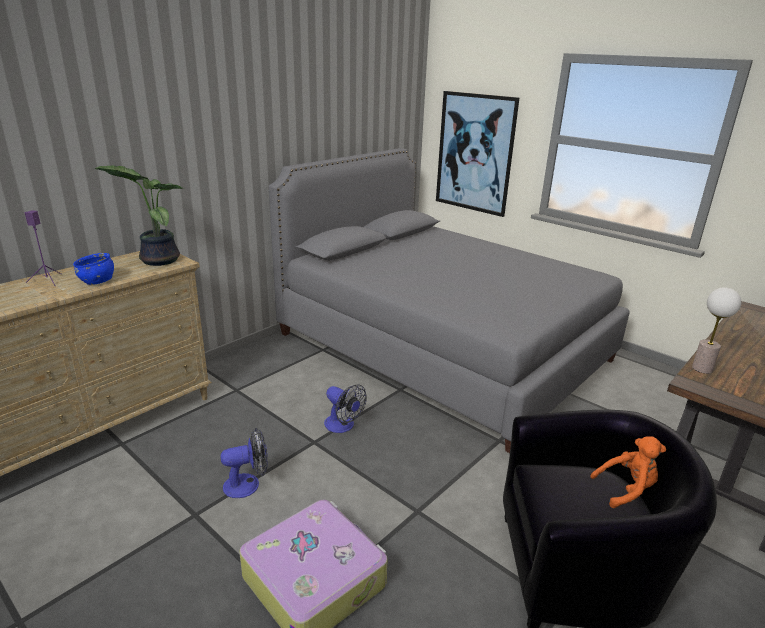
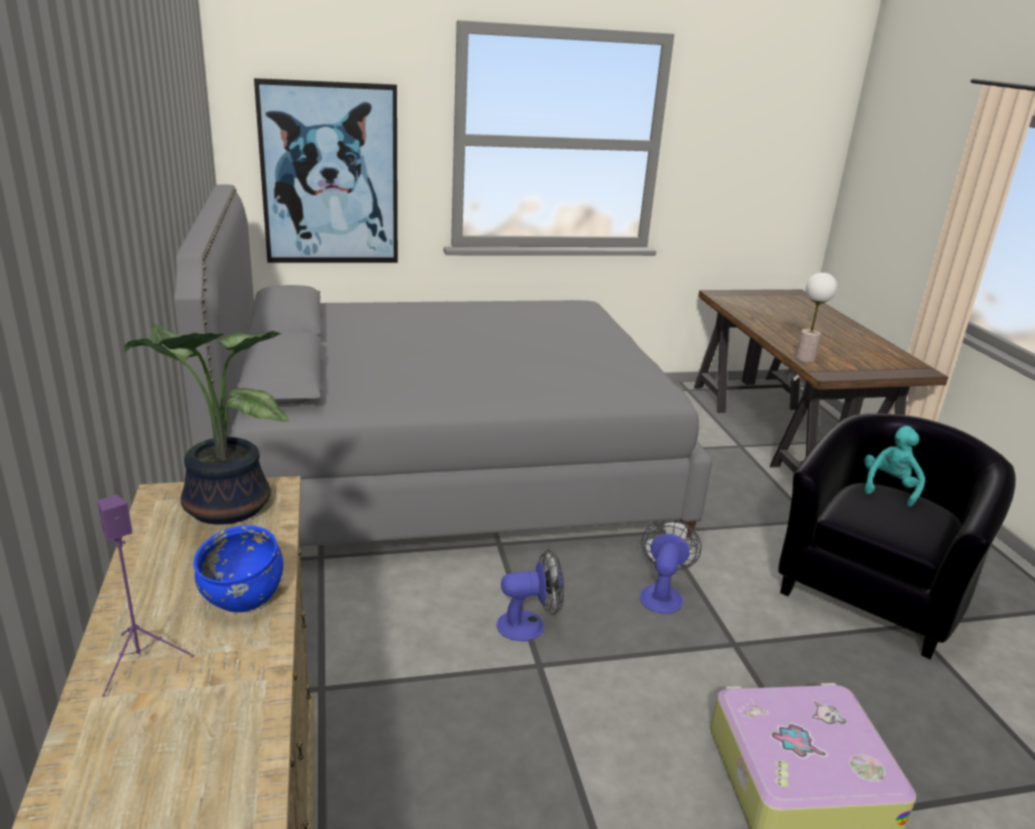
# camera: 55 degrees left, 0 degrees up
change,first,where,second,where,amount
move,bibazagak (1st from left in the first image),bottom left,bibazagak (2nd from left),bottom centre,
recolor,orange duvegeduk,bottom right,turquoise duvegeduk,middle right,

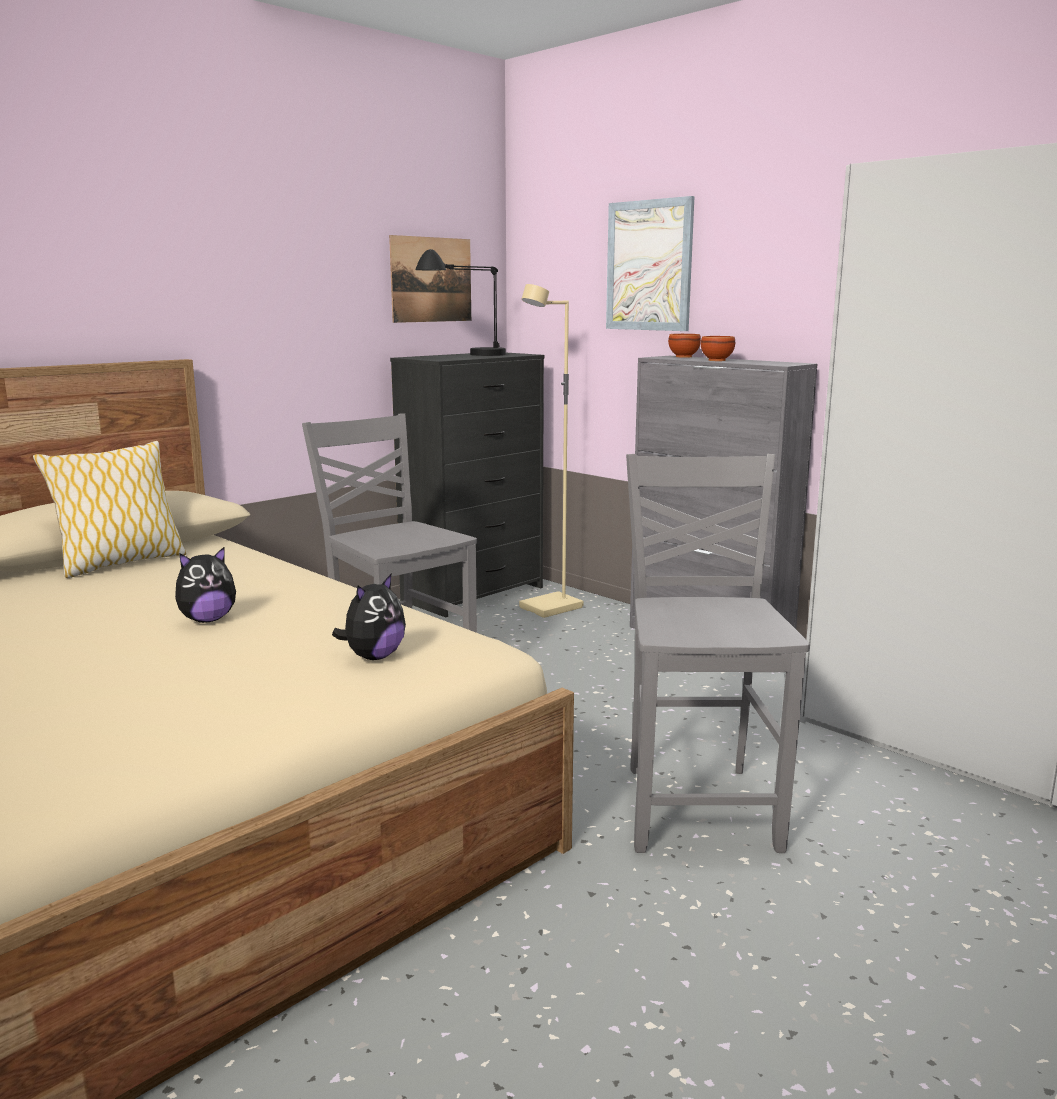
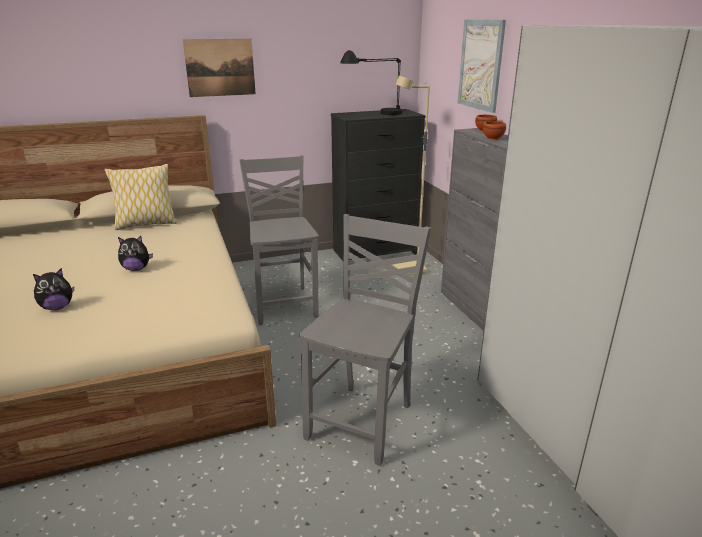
# camera: 25 degrees right, 10 degrees up
change,first,where,second,where,amount
move,duvegeduk (2nd from left in the first image),centre,duvegeduk (1st from left),middle left,
move,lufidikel (1st from left),top centre,,top left,

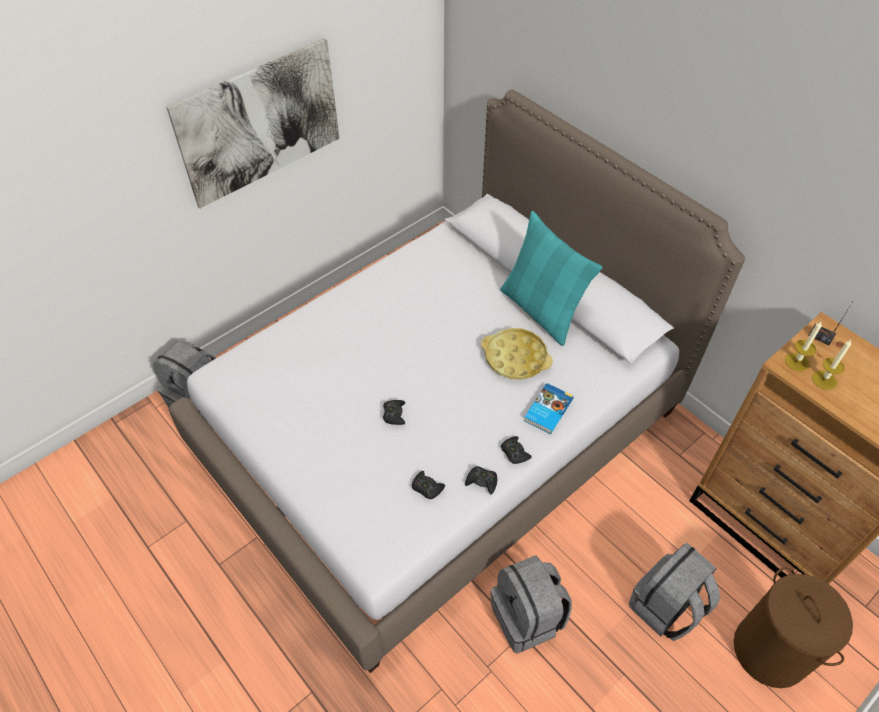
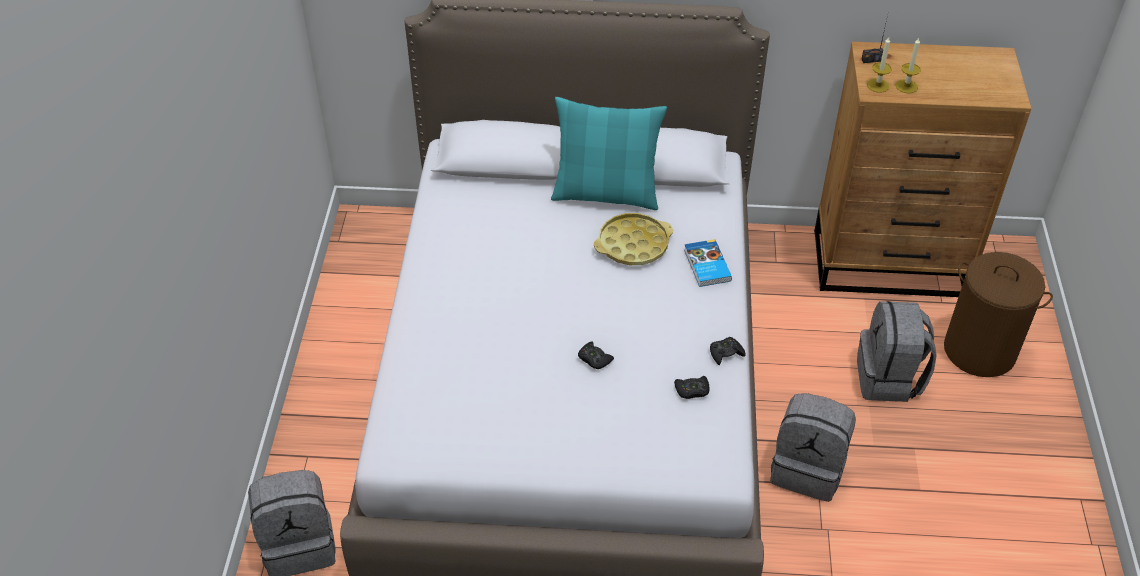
# camera: 45 degrees left, 5 degrees down
change,first,where,second,where,amount
delete,lufidikel,top left,,,
delete,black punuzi (4th from left),centre,,,

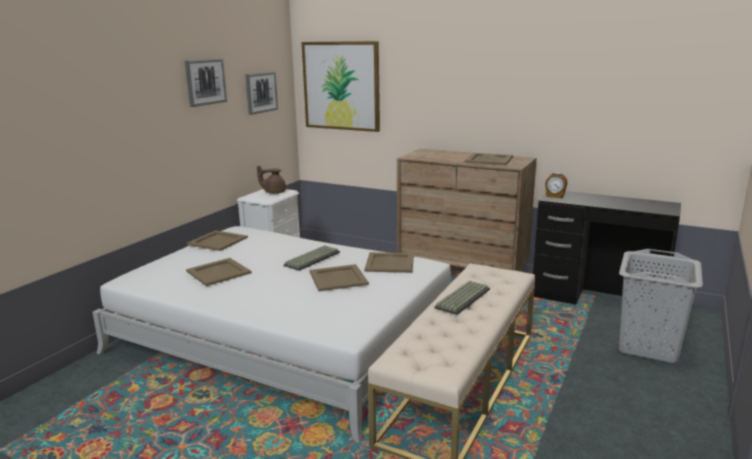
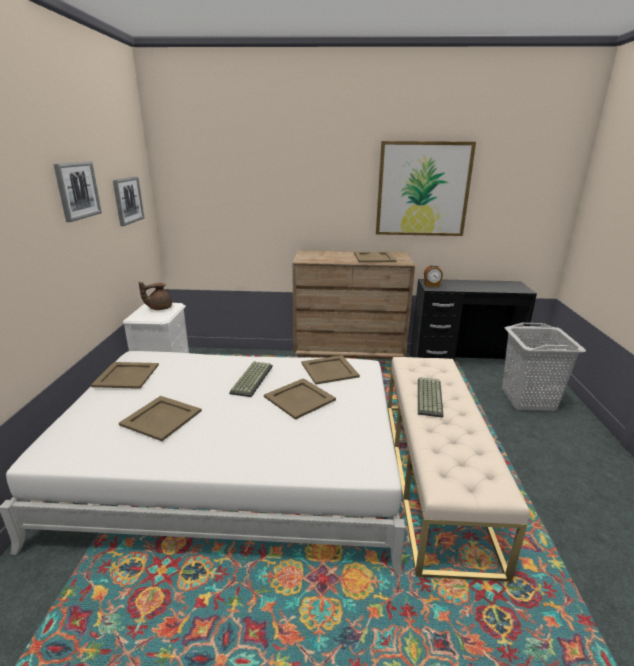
# camera: 25 degrees left, 5 degrees up
change,first,where,second,where,amount
move,lufidikel (3rd from left),top centre,,top right,

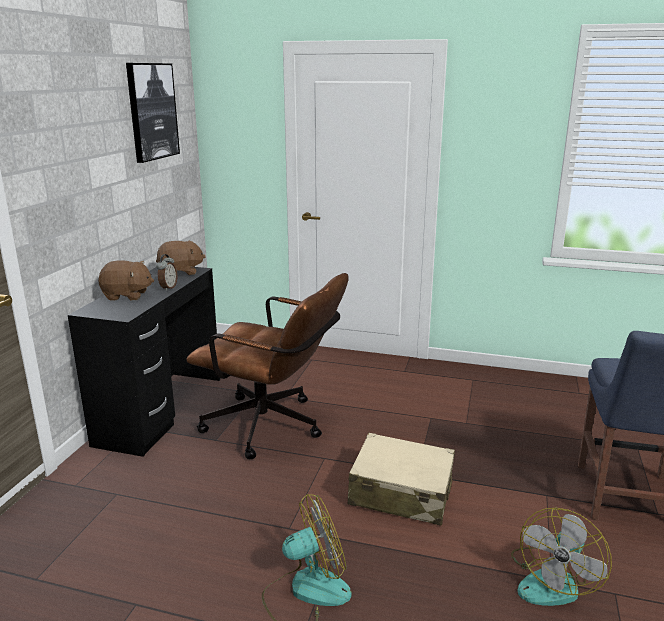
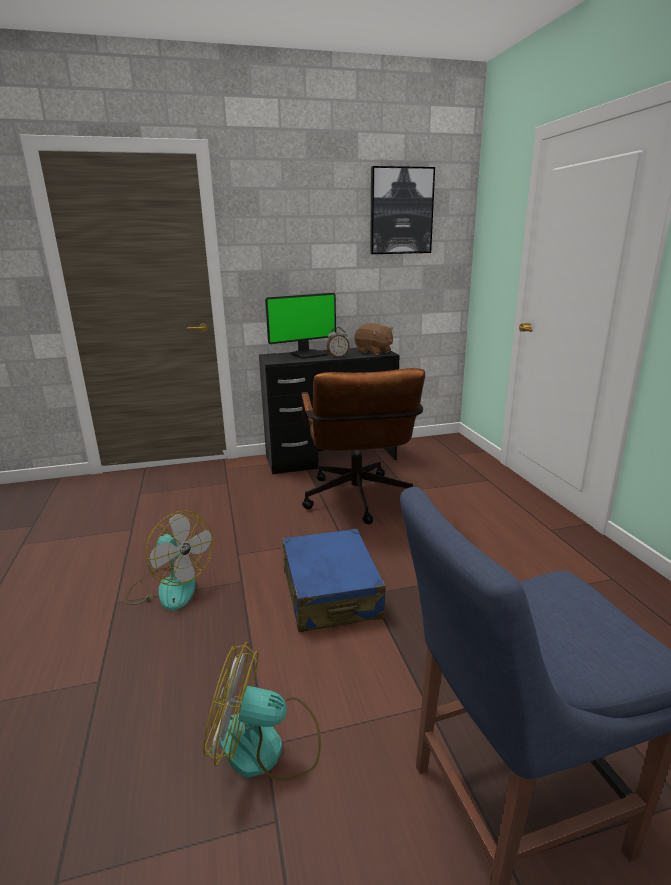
# camera: 60 degrees right, 0 degrees up
change,first,where,second,where,amount
replace,brown duvegeduk (1st from left),middle left,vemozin,centre,
recolor,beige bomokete,bottom centre,blue bomokete,centre,

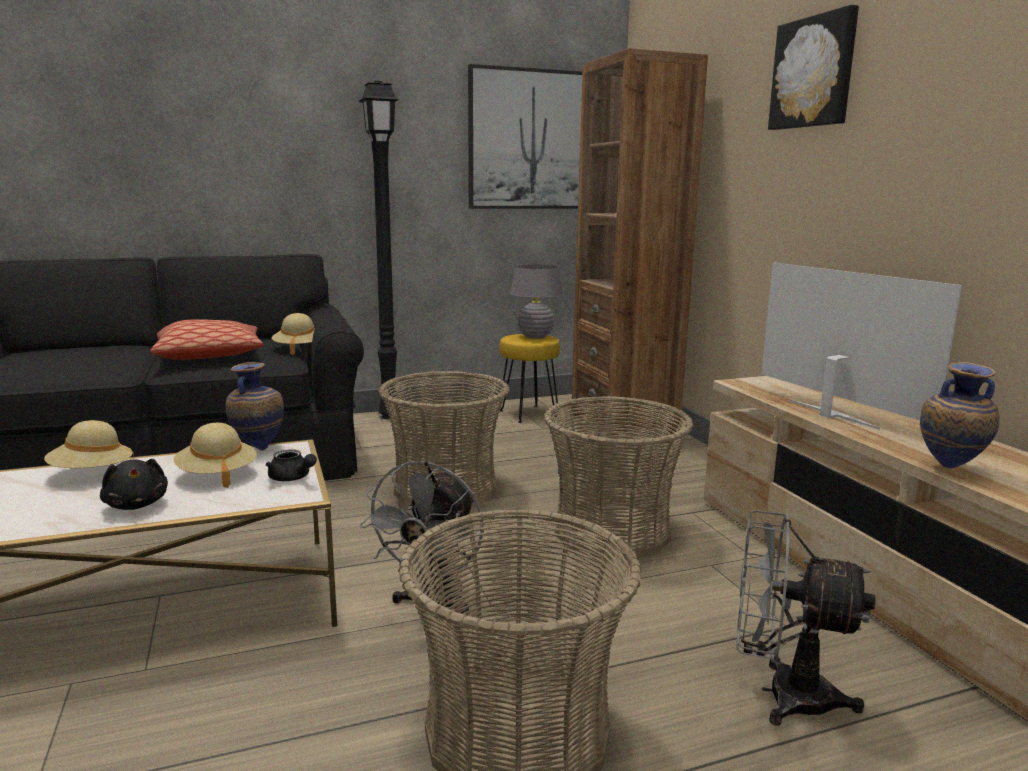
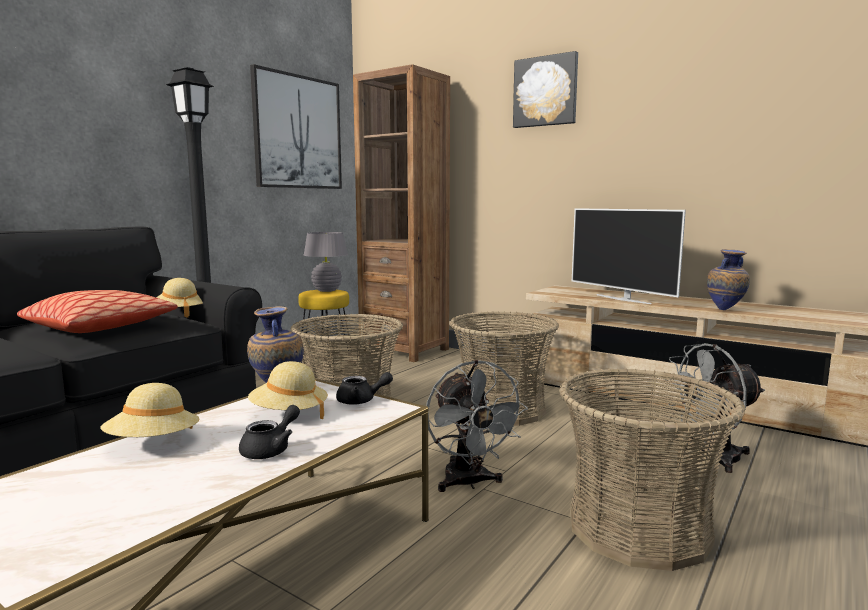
# camera: 35 degrees left, 5 degrees down
change,first,where,second,where,amount
replace,black duvegeduk,middle left,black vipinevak (1st from left),bottom left,
rotate,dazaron,middle right,,middle right,150 degrees counterclockwise

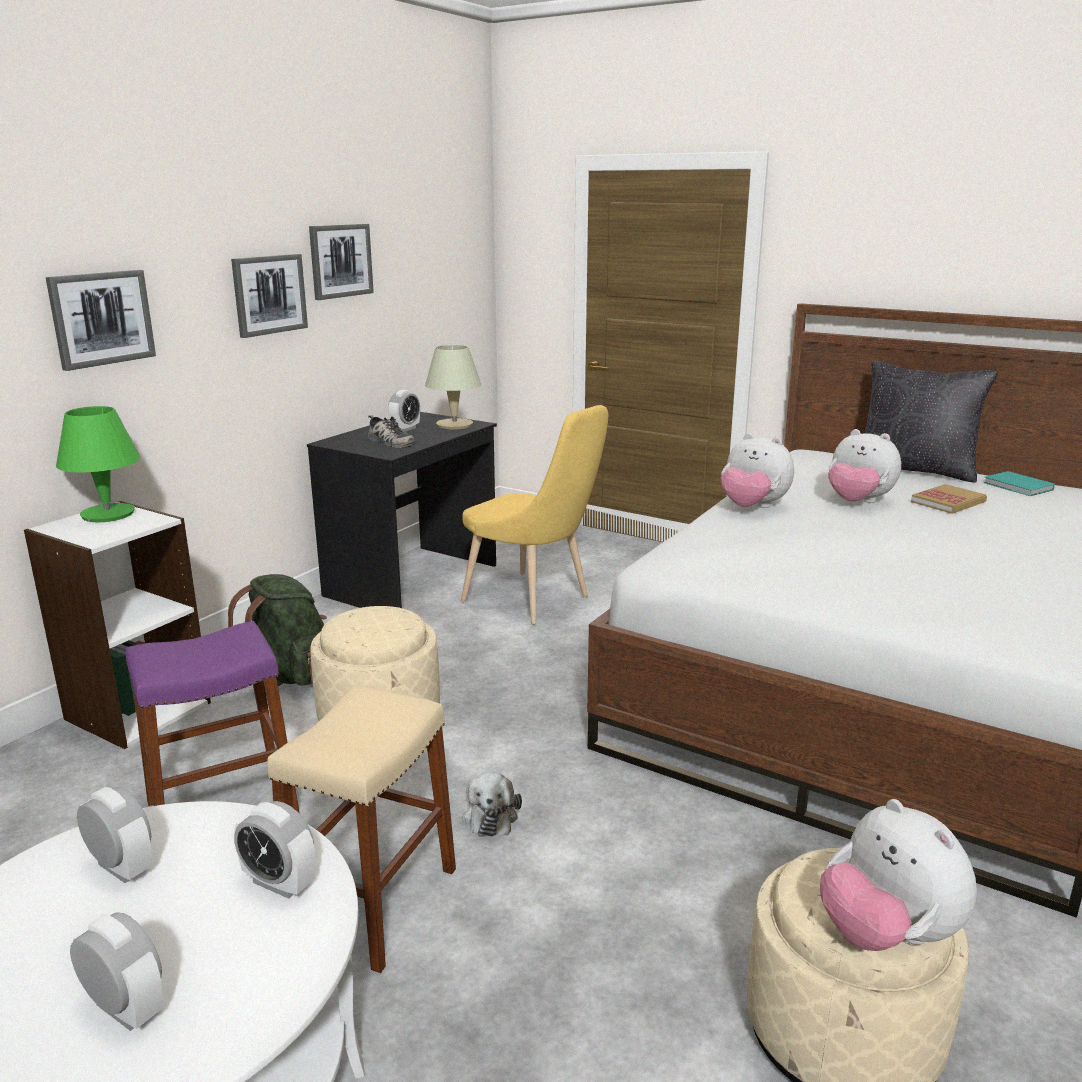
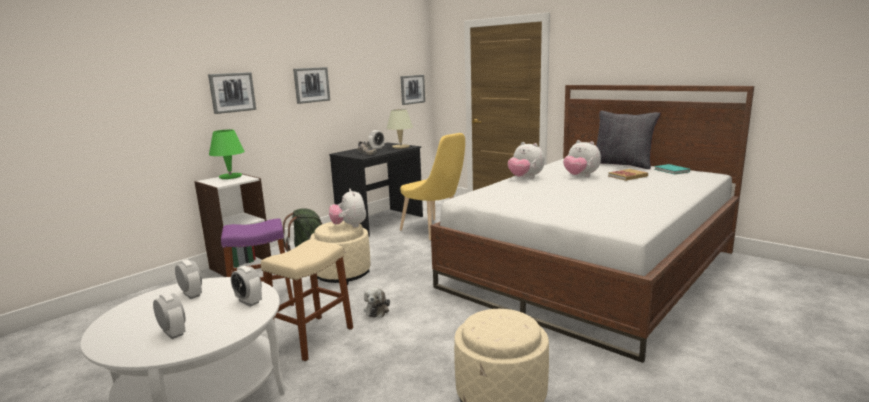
# camera: 10 degrees right, 5 degrees down
change,first,where,second,where,amount
move,lufidikel (3rd from left),top left,,top centre,
move,duvegeduk (4th from left in the first image),bottom right,duvegeduk (1st from left),centre,

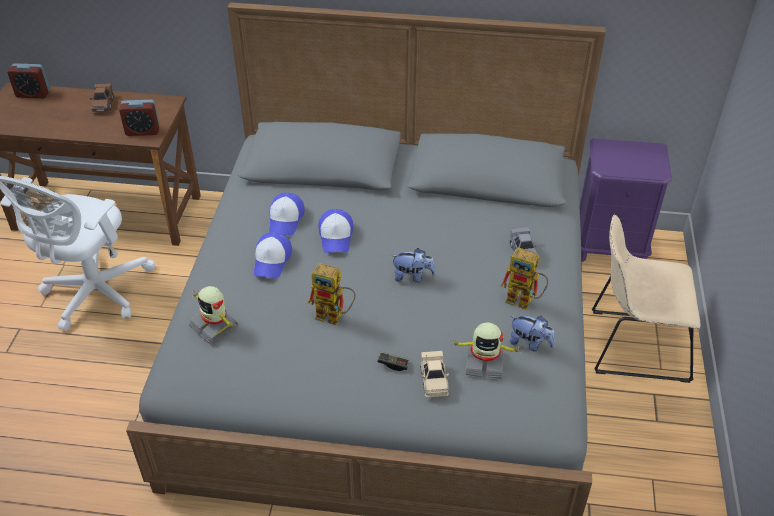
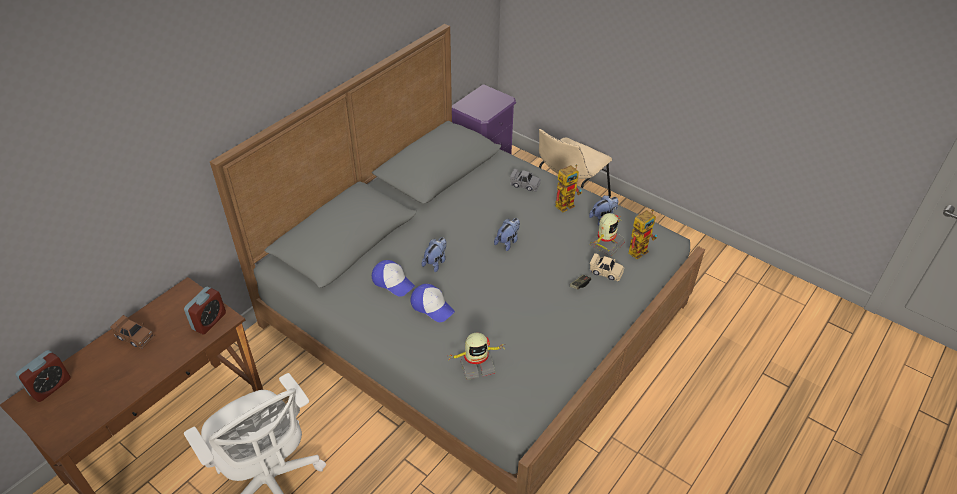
# camera: 60 degrees left, 0 degrees up
change,first,where,second,where,amount
move,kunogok (2nd from left in the first image),centre,kunogok (4th from left),middle right,
replace,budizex (3rd from left),centre,duvegeduk (1st from left),centre,

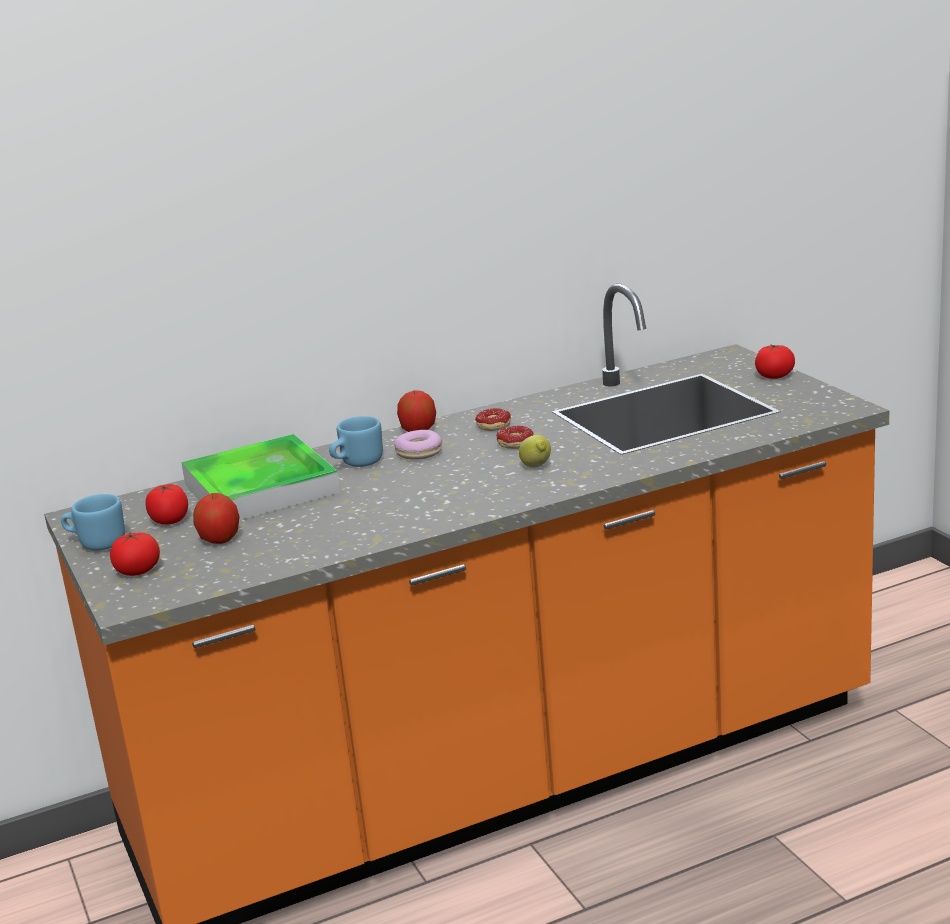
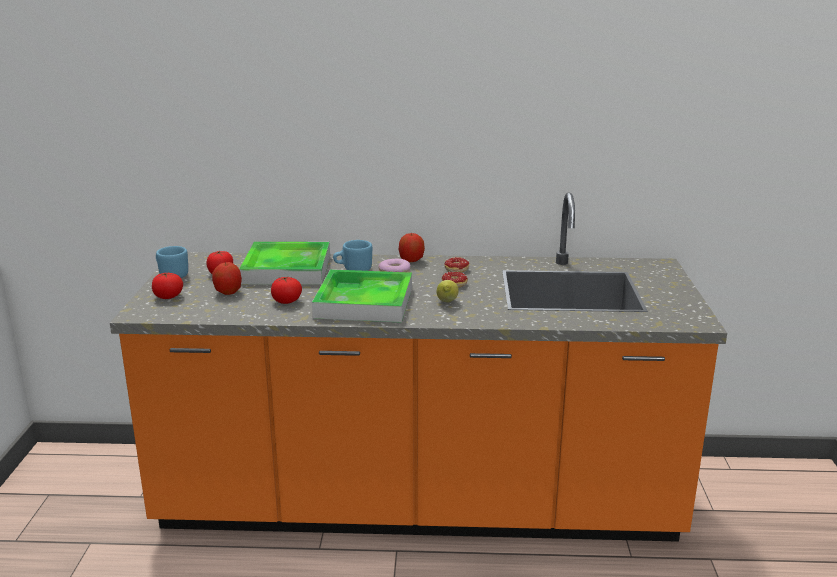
# camera: 25 degrees right, 0 degrees up
change,first,where,second,where,amount
insert,,,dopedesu (2nd from left),centre,
move,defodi (3rd from left),middle right,,centre,

